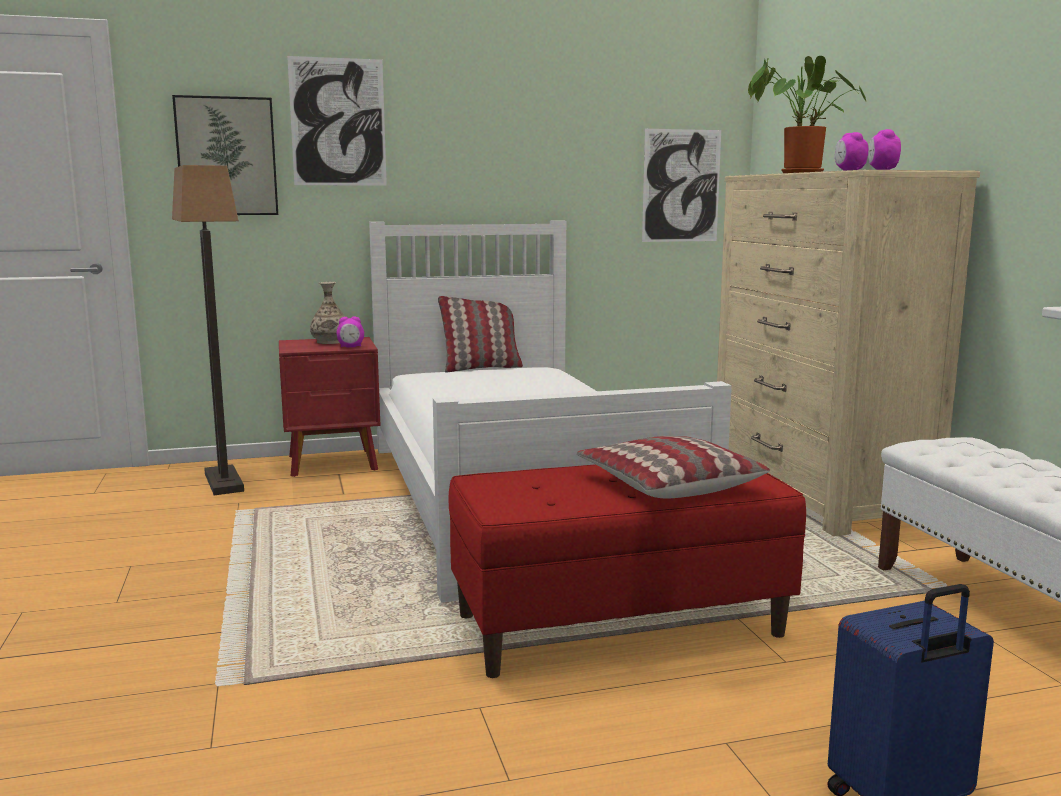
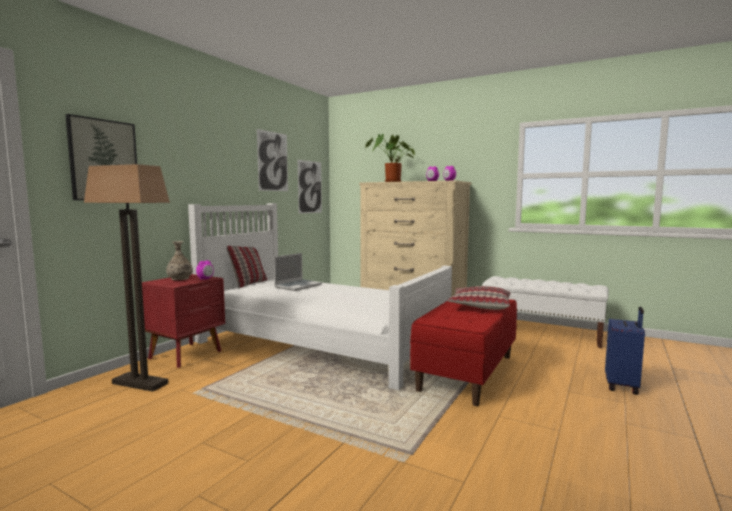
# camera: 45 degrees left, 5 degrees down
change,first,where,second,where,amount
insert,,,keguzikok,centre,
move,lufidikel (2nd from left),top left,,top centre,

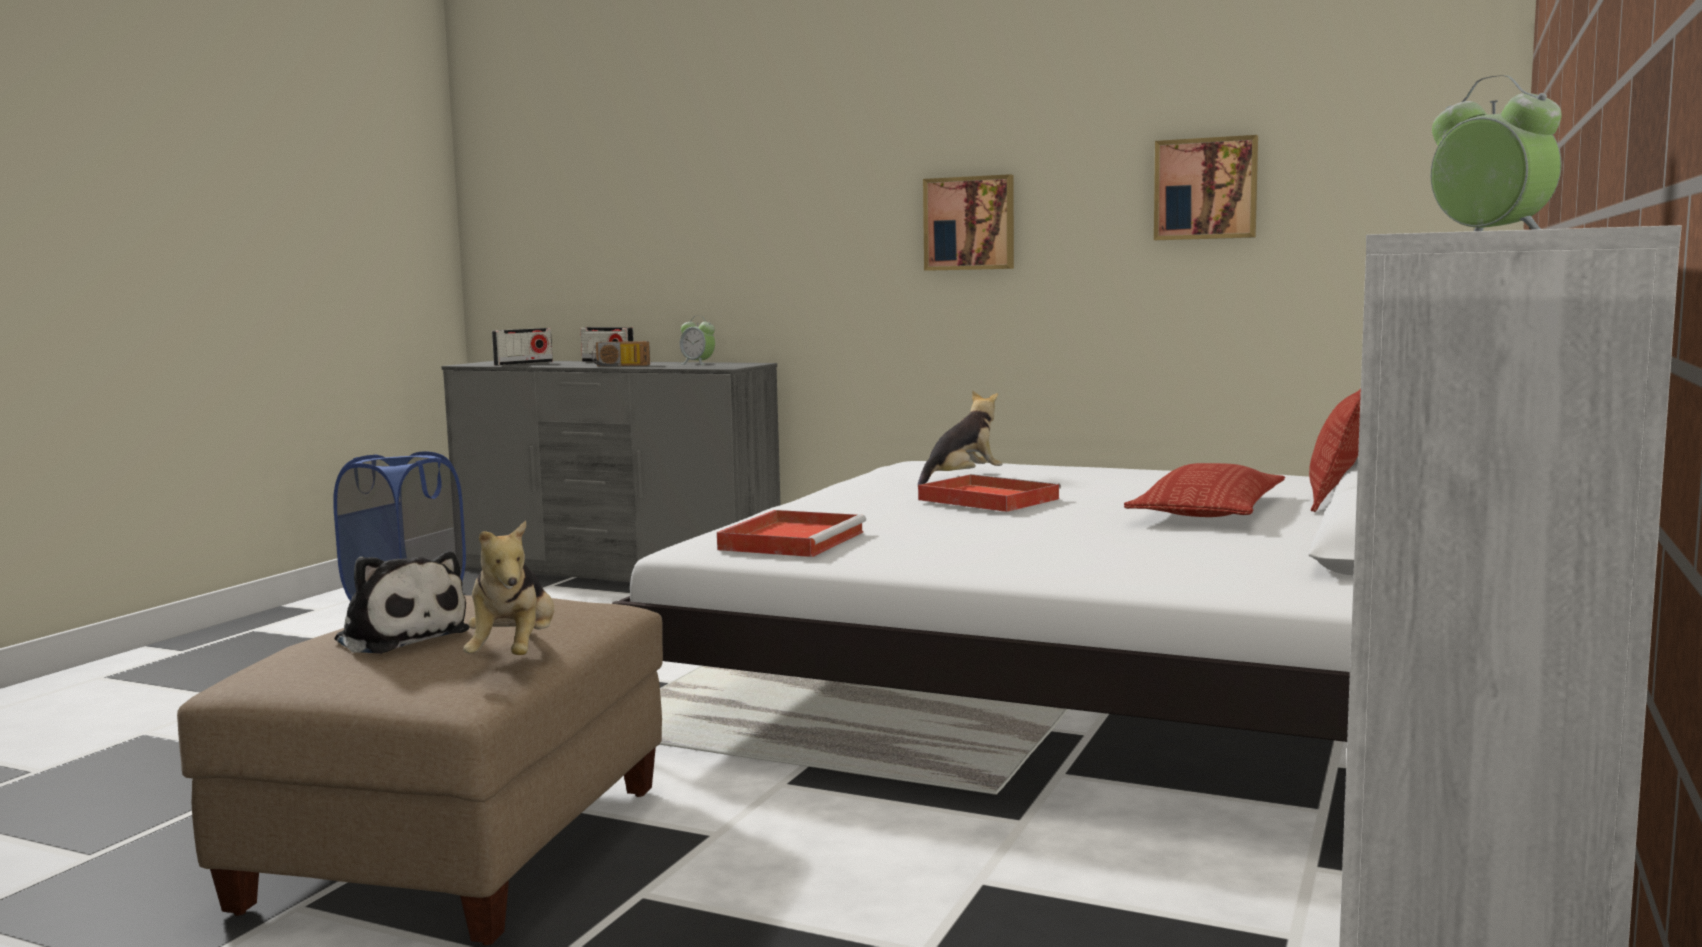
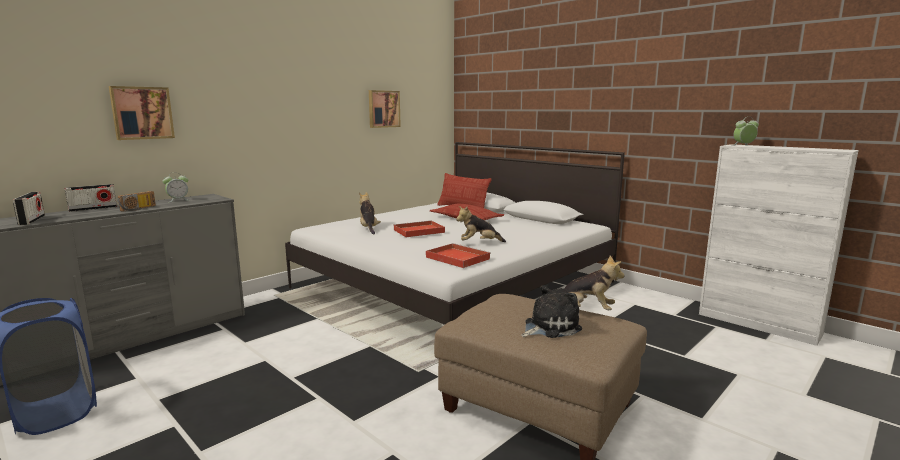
# camera: 70 degrees left, 5 degrees up
change,first,where,second,where,amount
insert,,,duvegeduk (2nd from left),centre,
move,lufidikel (1st from left),top centre,,top left,

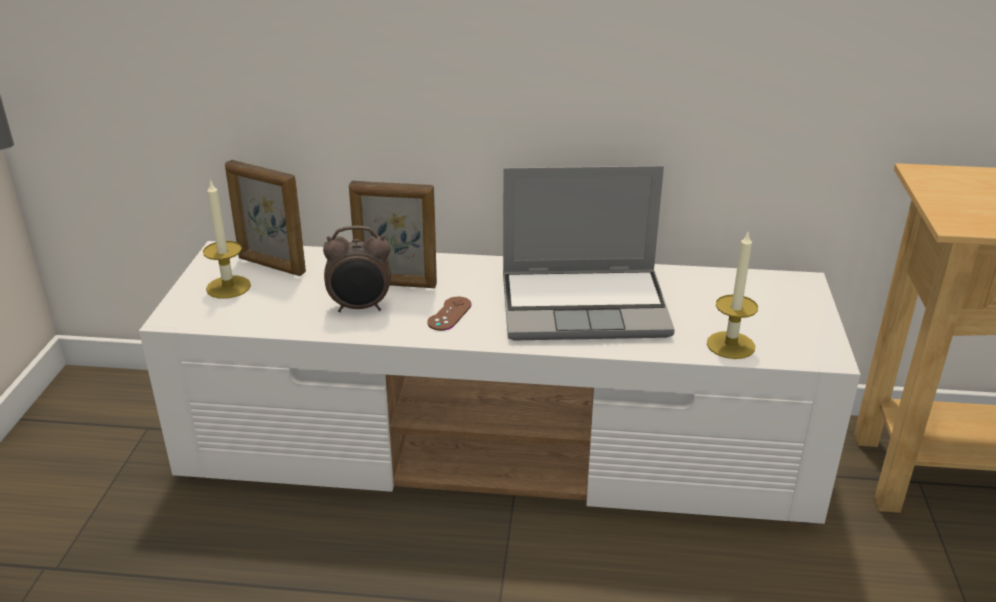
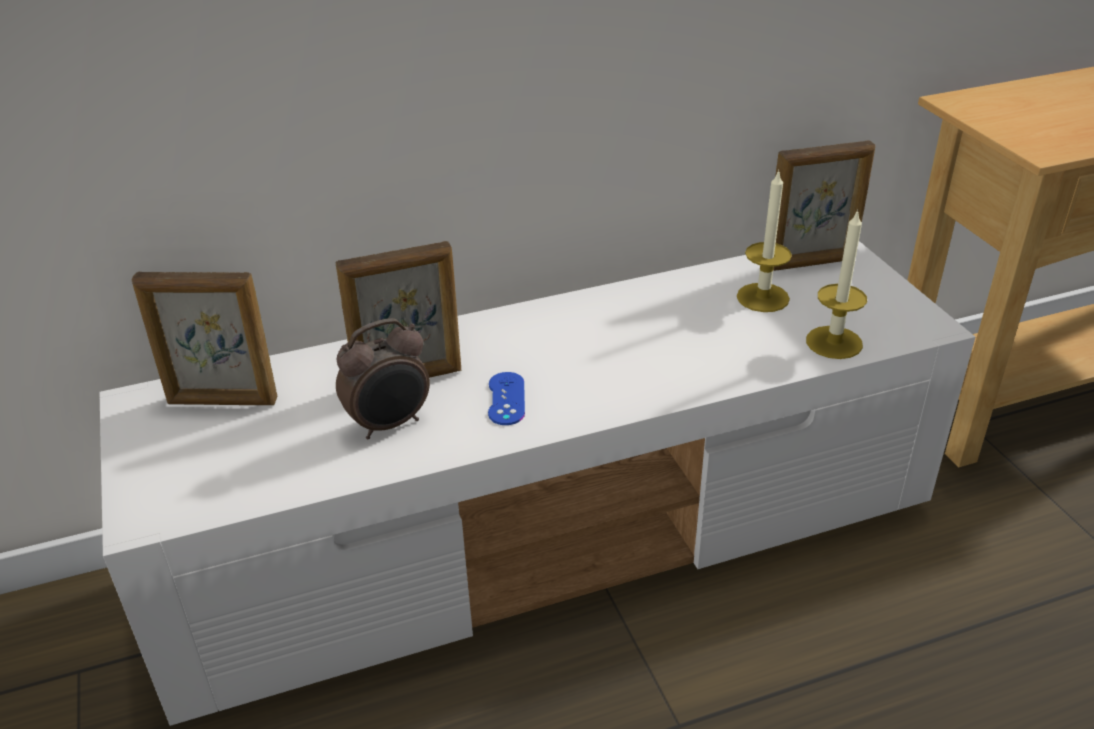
# camera: 25 degrees left, 5 degrees up
change,first,where,second,where,amount
delete,keguzikok,centre,,,
insert,,,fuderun (3rd from left),top right,
move,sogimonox (1st from left),middle left,,top right,
recolor,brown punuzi,centre,blue punuzi,centre,

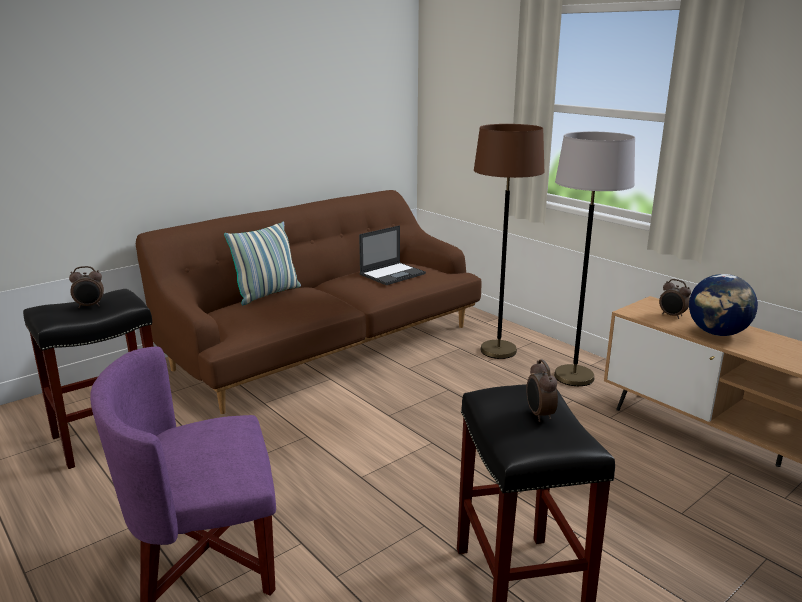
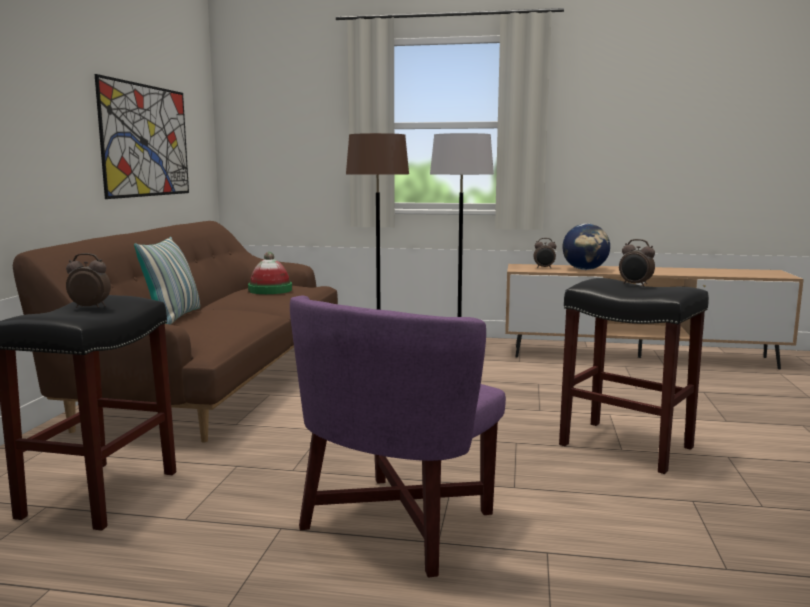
# camera: 40 degrees left, 10 degrees down
change,first,where,second,where,amount
insert,,,lufidikel,top left,
replace,keguzikok,centre,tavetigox,centre,
rotate,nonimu (1st from left),middle left,,middle left,120 degrees counterclockwise

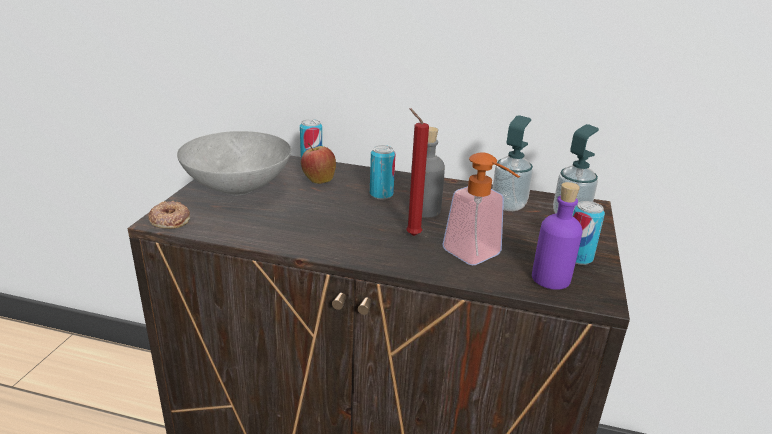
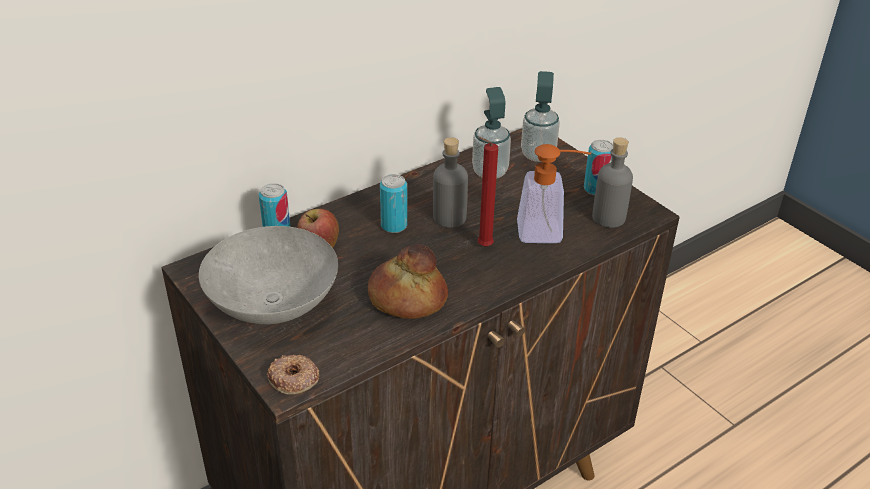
# camera: 50 degrees left, 10 degrees up
change,first,where,second,where,amount
insert,,,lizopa,centre,
recolor,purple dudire,middle right,grey dudire (2nd from left),middle right,

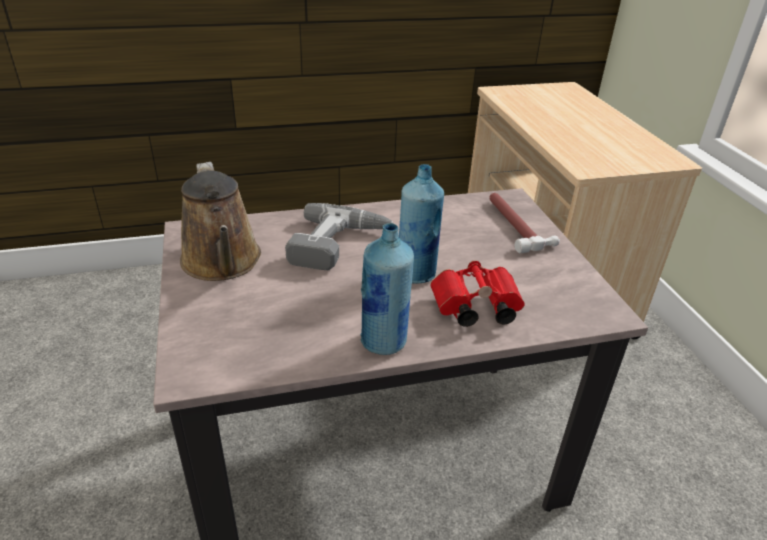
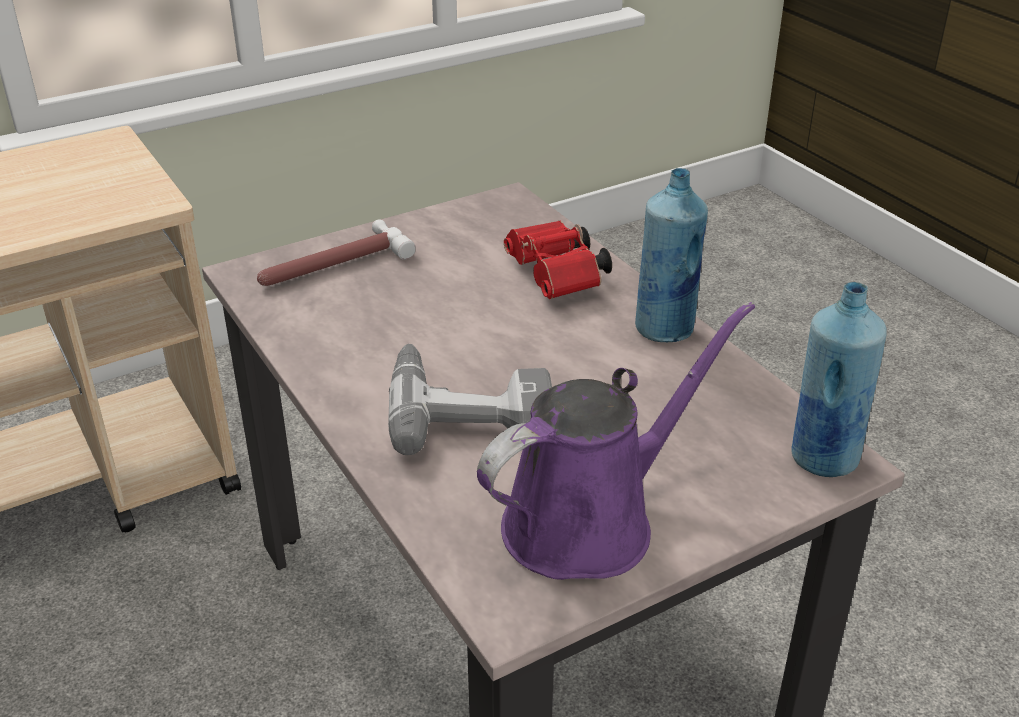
# camera: 105 degrees left, 0 degrees up
change,first,where,second,where,amount
move,blue dudire (2nd from left),centre,,middle right,
recolor,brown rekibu,middle left,purple rekibu,centre,

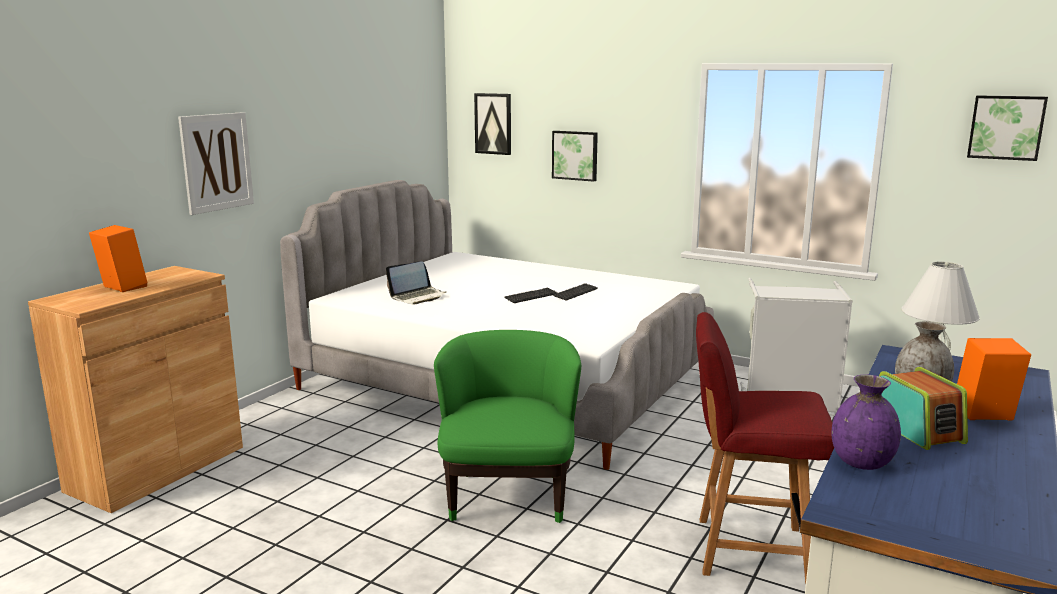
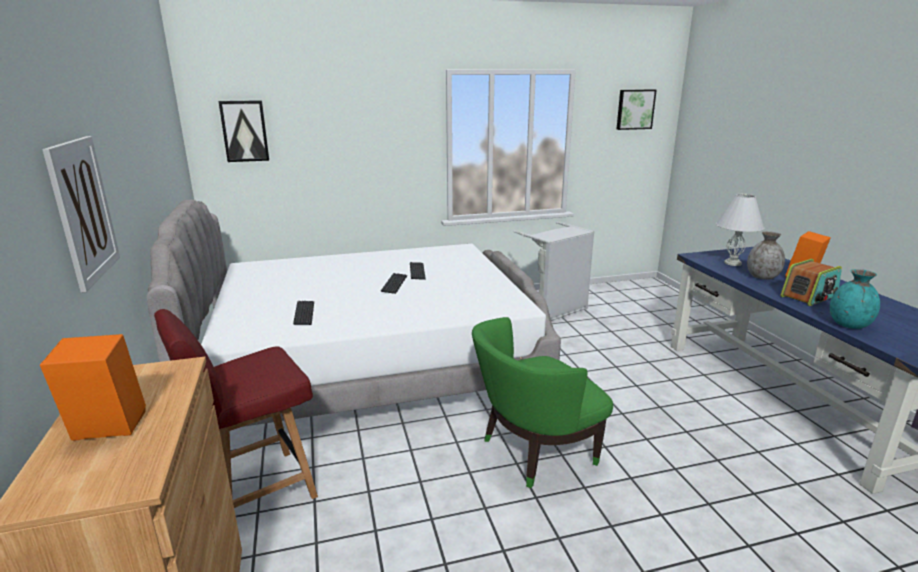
# camera: 45 degrees left, 5 degrees up
change,first,where,second,where,amount
delete,lufidikel (3rd from left),top centre,,,
move,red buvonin,bottom right,,bottom left,
replace,keguzikok,centre,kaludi (1st from left),middle left,
recolor,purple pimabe,bottom right,turquoise pimabe,middle right,
rotate,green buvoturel,bottom centre,,bottom centre,75 degrees counterclockwise
rotate,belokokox,bottom right,,middle right,120 degrees clockwise

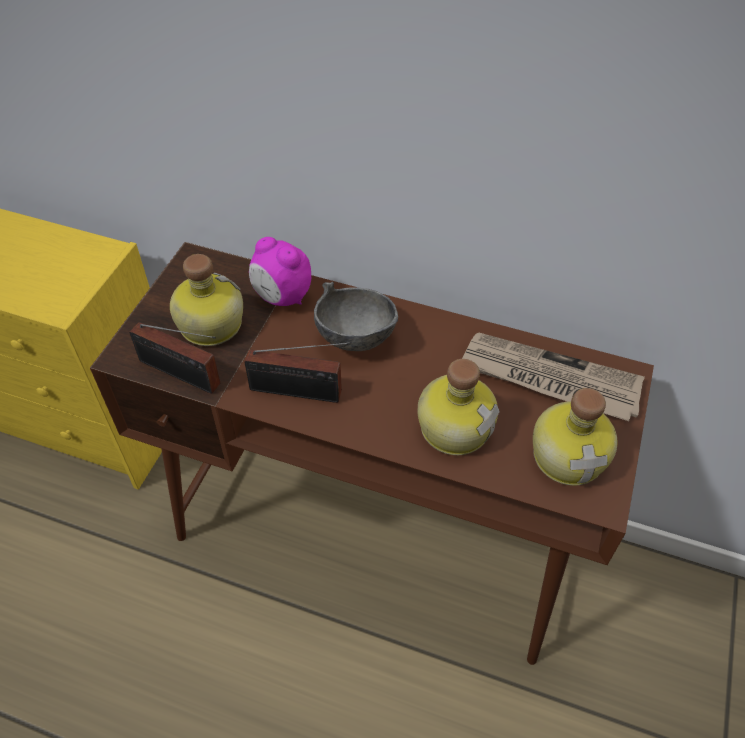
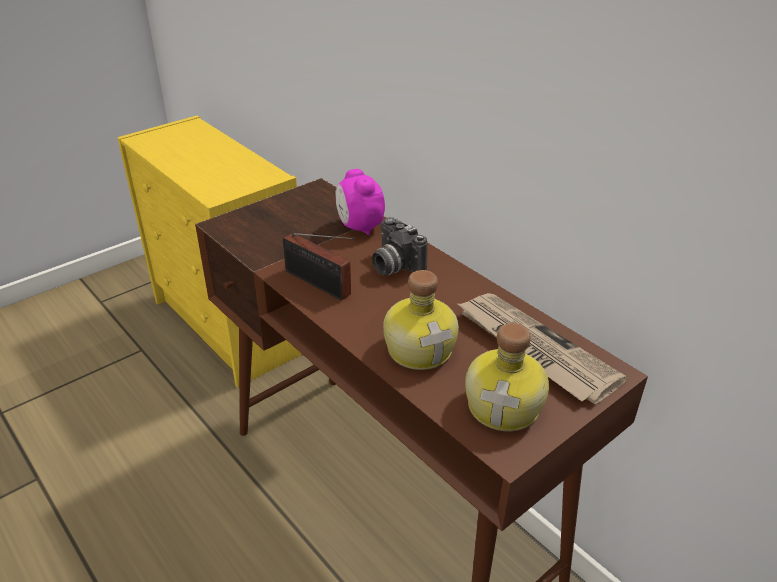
# camera: 30 degrees right, 15 degrees down
change,first,where,second,where,amount
delete,belokokox (1st from left),middle left,,,
delete,dudire (1st from left),middle left,,,
replace,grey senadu,centre,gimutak,centre,

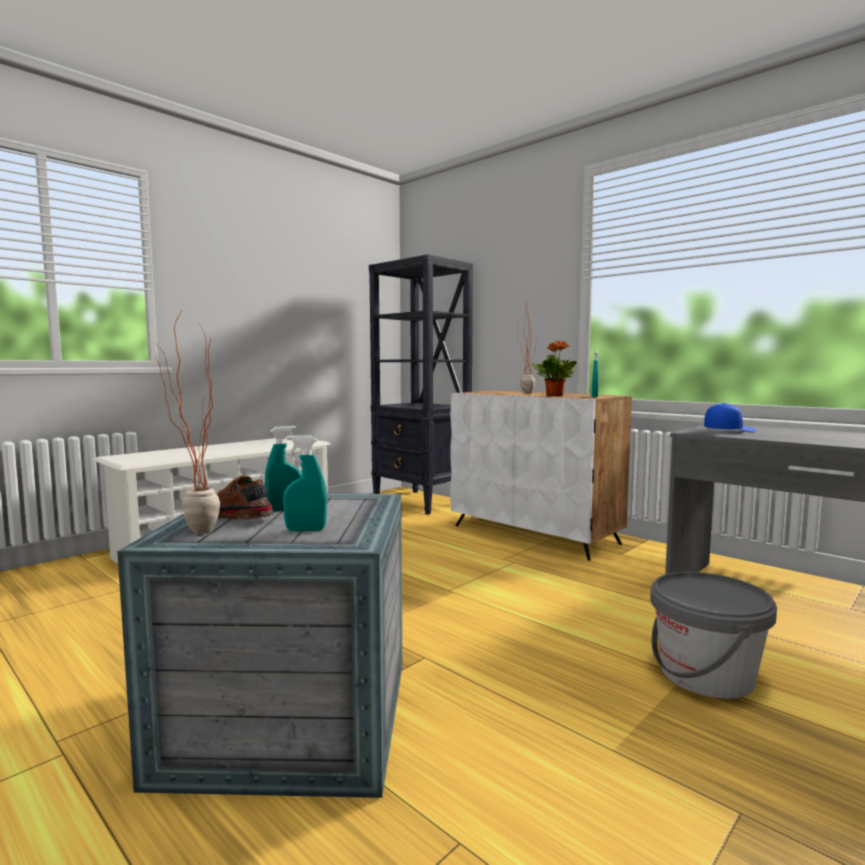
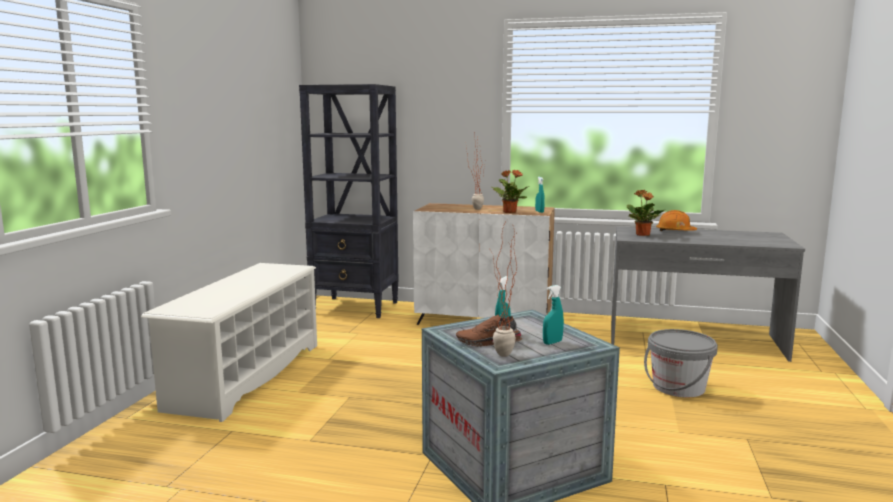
# camera: 30 degrees left, 5 degrees up
change,first,where,second,where,amount
insert,,,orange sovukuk,middle right,
replace,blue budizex,middle right,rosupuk (4th from left),middle right,

